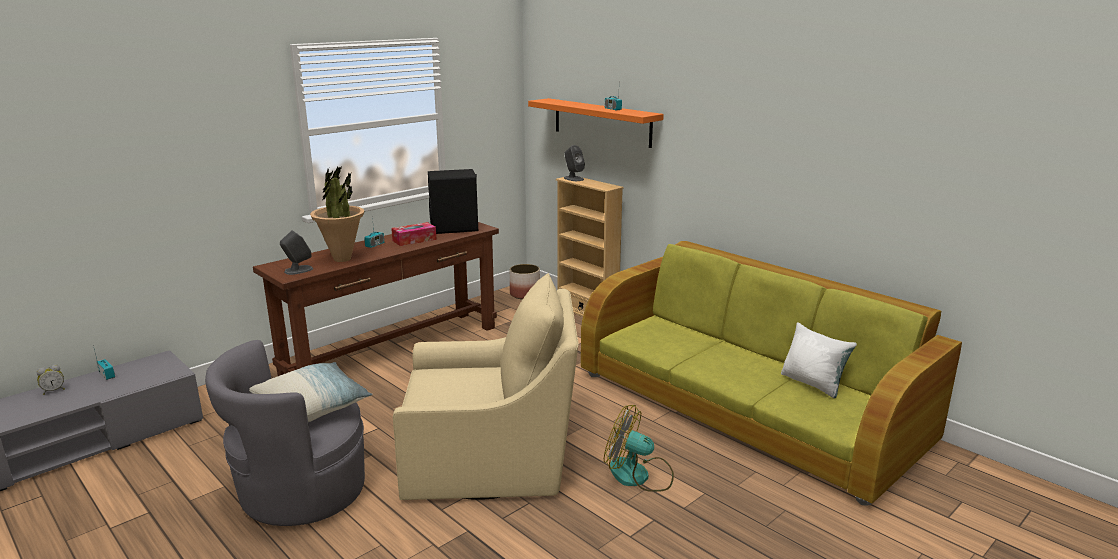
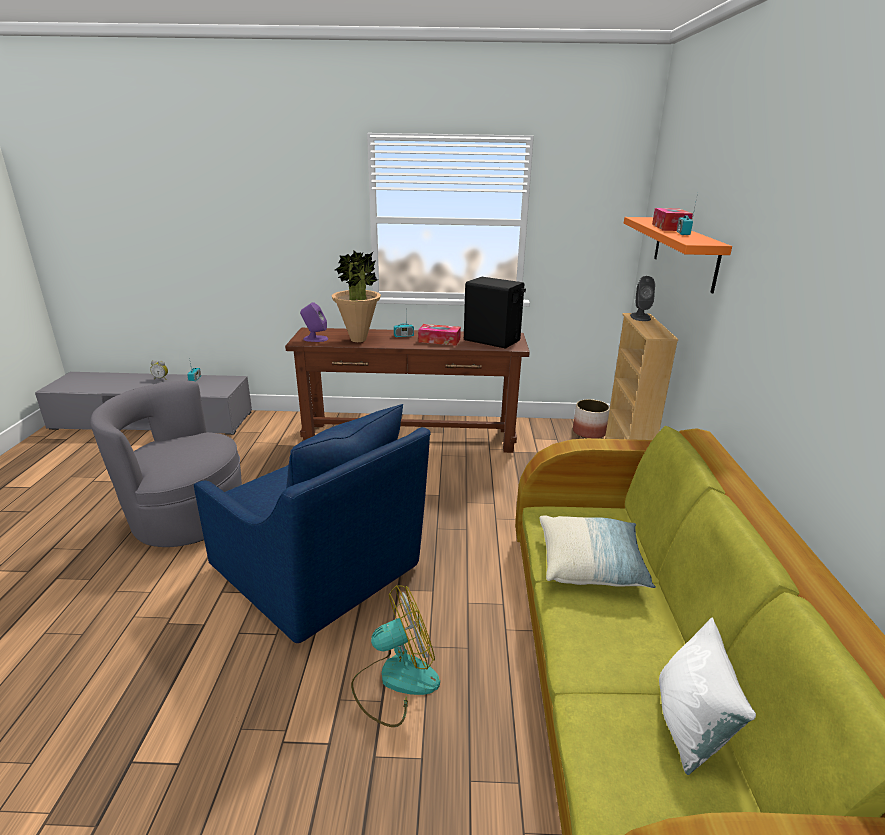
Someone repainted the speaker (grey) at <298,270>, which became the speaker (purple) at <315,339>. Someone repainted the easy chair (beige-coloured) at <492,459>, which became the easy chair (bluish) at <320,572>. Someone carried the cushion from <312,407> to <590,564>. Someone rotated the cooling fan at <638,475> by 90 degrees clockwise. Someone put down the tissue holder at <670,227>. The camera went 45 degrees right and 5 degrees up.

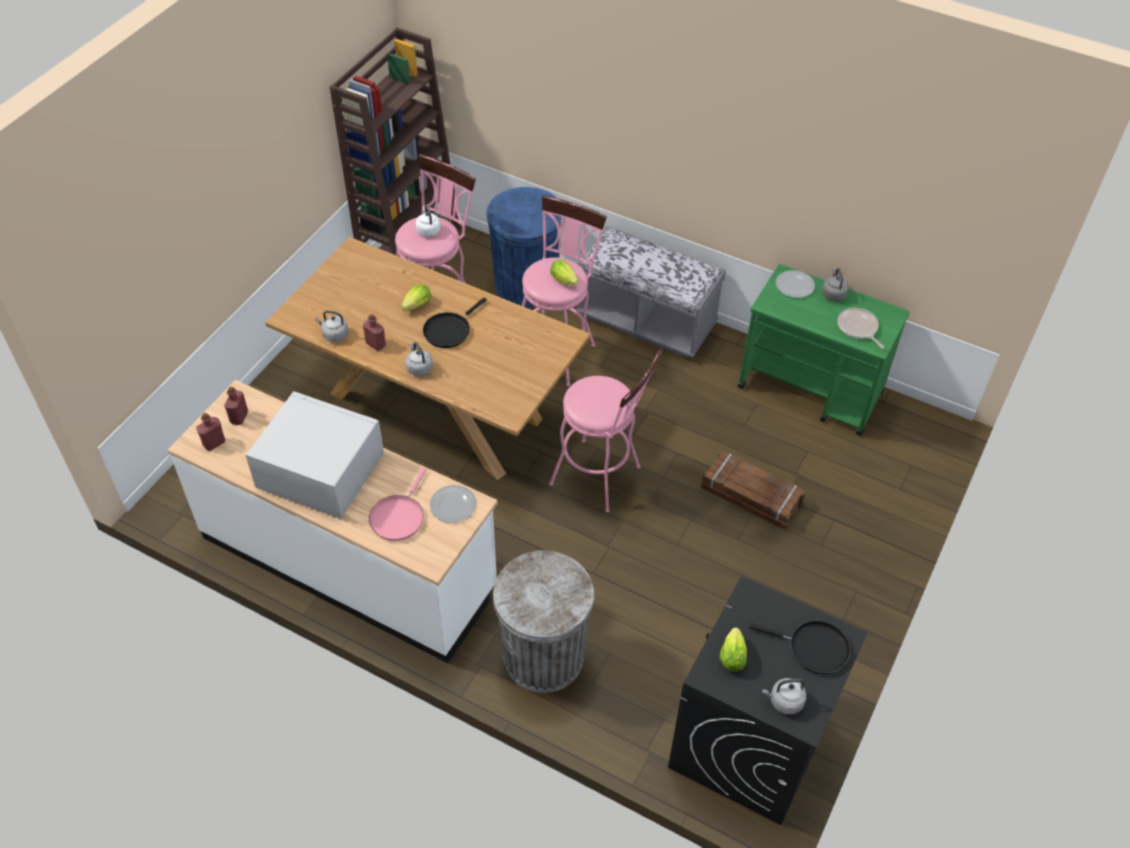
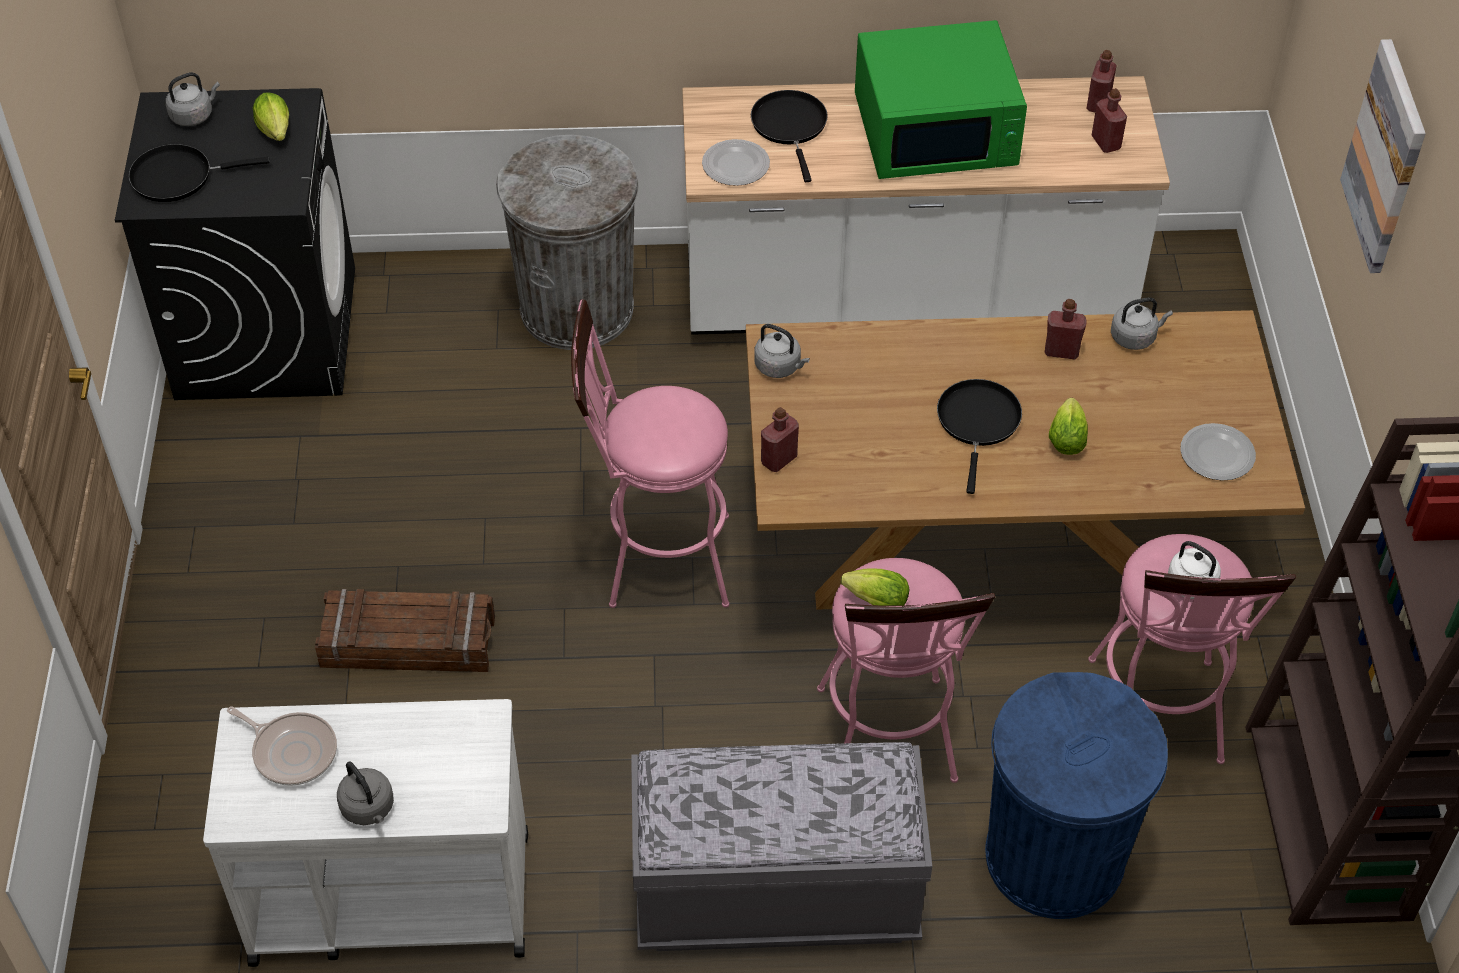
Someone repainted the wheeled cart (greenish) at <811,390>, which became the wheeled cart (whitish) at <389,897>. Someone carried the dinner plate from <795,285> to <1216,455>. Someone carried the water kettle (grey) from <419,368> to <780,367>. Someone repainted the microwave oven (whitish) at <319,471>, which became the microwave oven (greenish) at <937,131>. Someone repainted the frying pan (pink) at <398,516>, which became the frying pan (black) at <790,127>. Someone put up the wall art at <1386,157>. Someone put down the beverage bottle (red-coloured) at <779,459>. The camera went 150 degrees right and 0 degrees up.

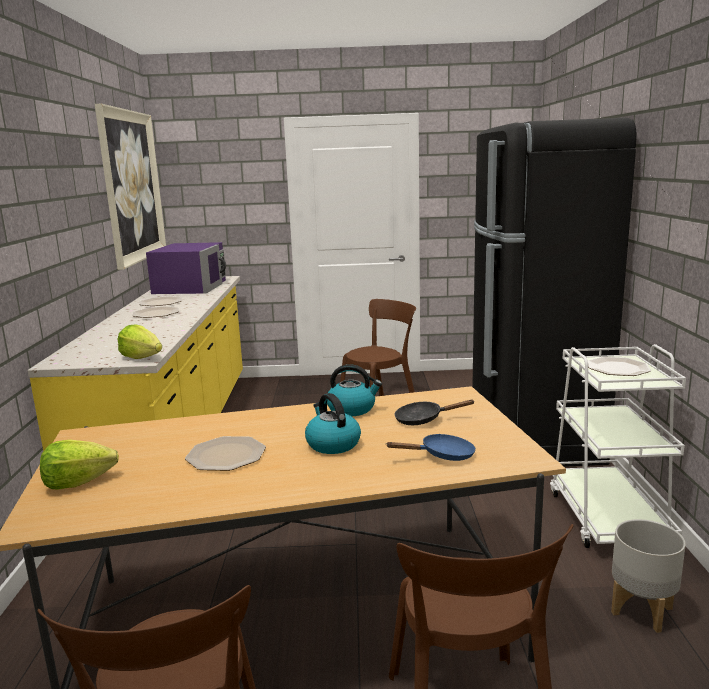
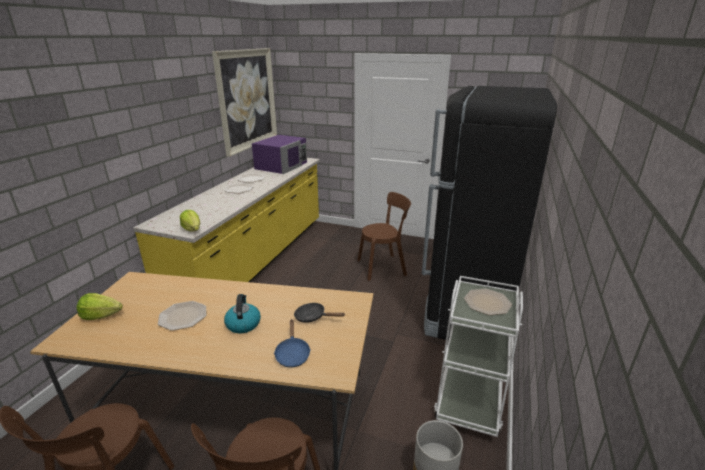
Someone took away the water kettle at <352,409>. Someone rotated the frying pan (bluish) at <442,455> by 75 degrees clockwise. The camera went 20 degrees right and 10 degrees up.

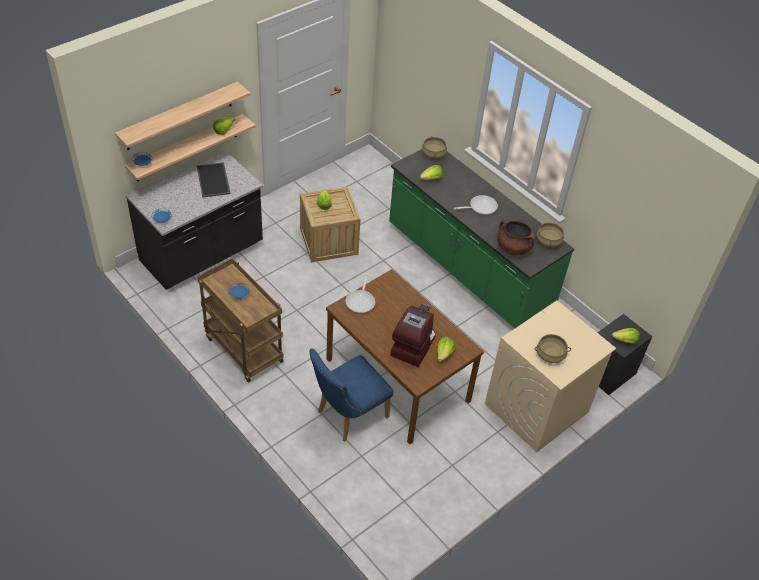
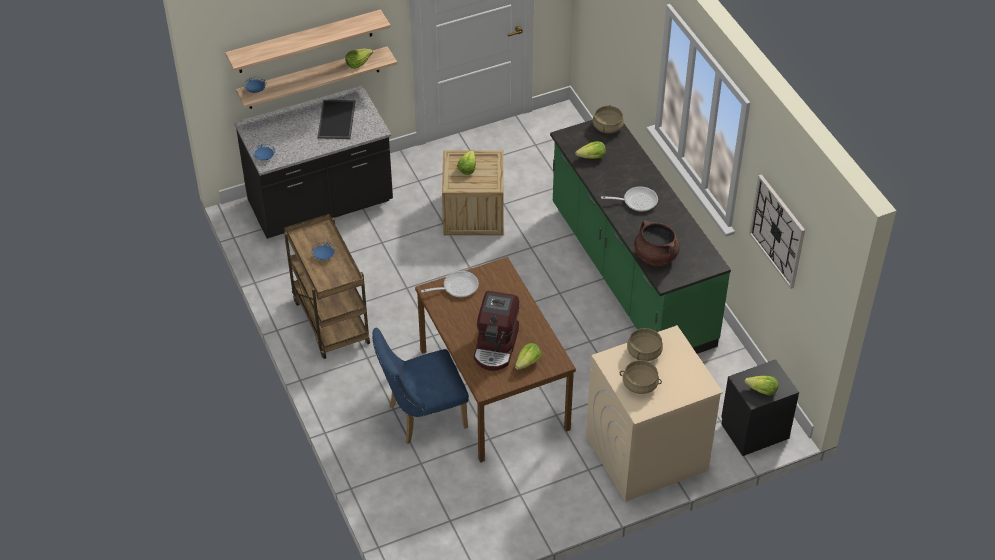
Someone carried the saucepot (beige-coloured) from <549,241> to <644,352>. Someone rotated the frying pan at <361,301> by 135 degrees counterclockwise. Someone rotated the coffee maker at <413,345> by 150 degrees clockwise. Someone put up the hanging clock at <777,231>. The camera went 20 degrees right and 0 degrees up.

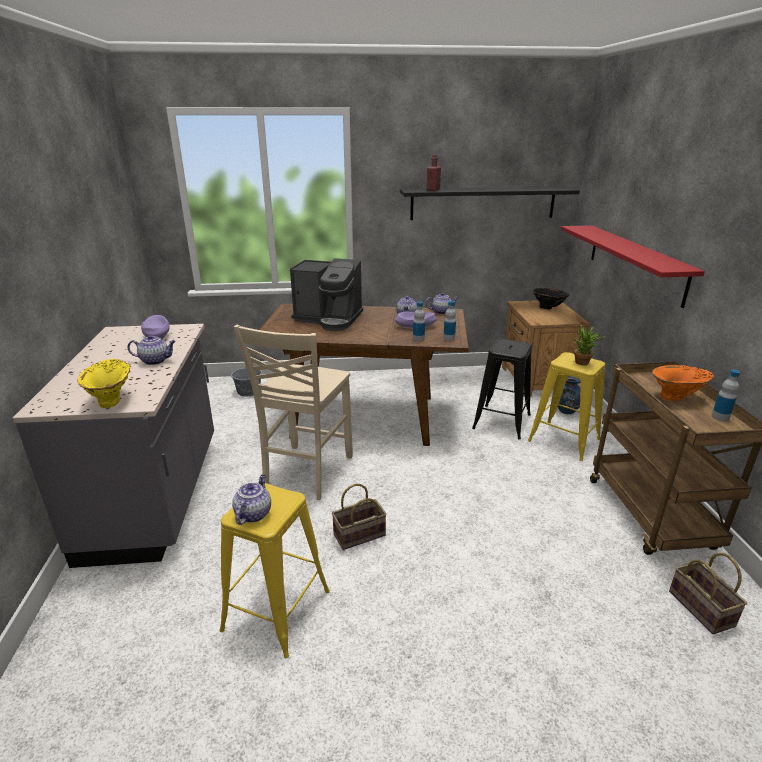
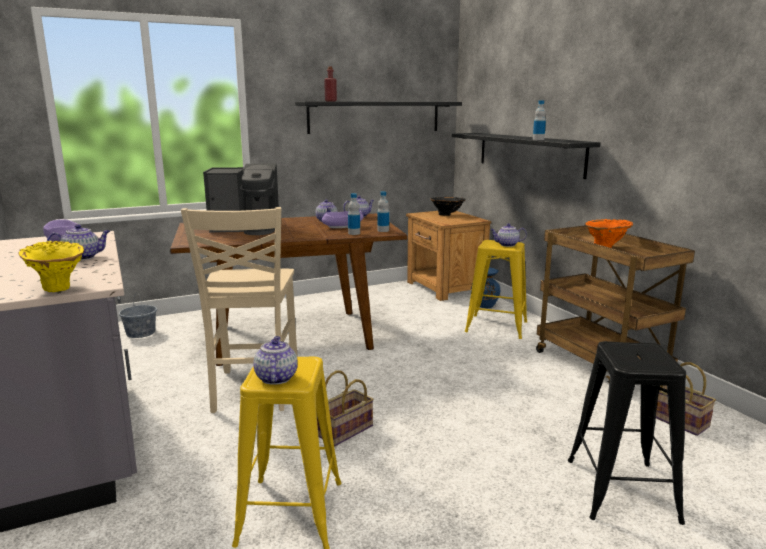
Someone repainted the wall shelf (red-coloured) at <635,262>, which became the wall shelf (black) at <529,153>. Someone swapped the plant in a pot at <583,364> for the tea pot at <507,245>. Someone carried the sitting stool (black) from <501,421> to <621,490>. Someone carried the beverage bottle from <720,417> to <538,139>. The camera went 20 degrees left and 10 degrees down.

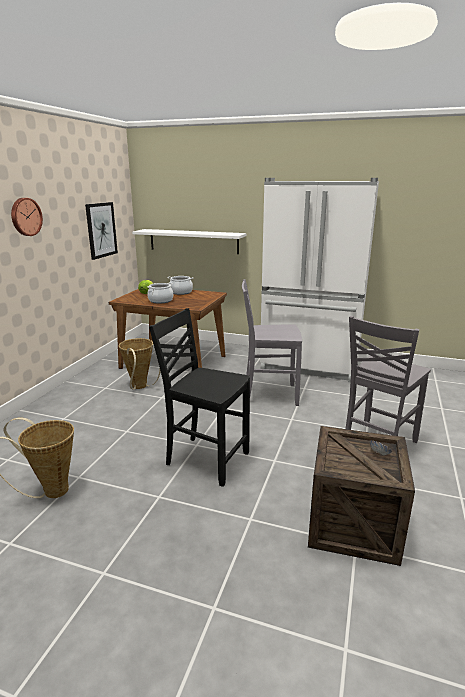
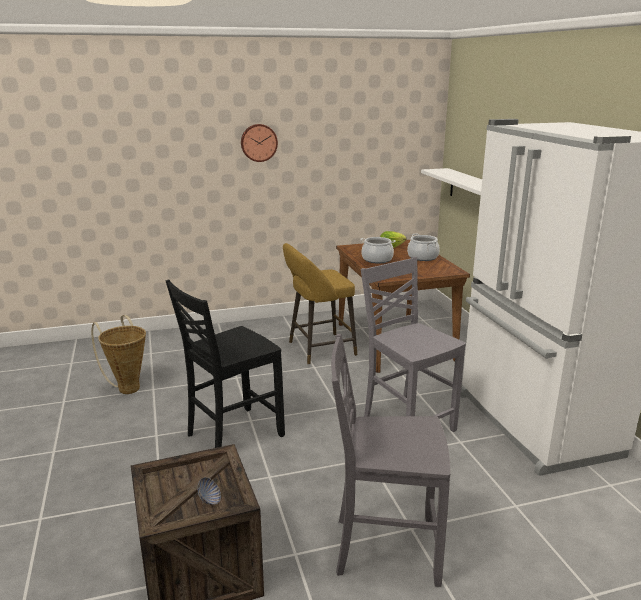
Someone took away the wall art at <101,230>. Someone rotated the plain chair (black) at <206,459> by 120 degrees counterclockwise. Someone swapped the basket at <140,387> for the sitting stool (yellow) at <318,349>. The camera went 55 degrees right and 0 degrees up.

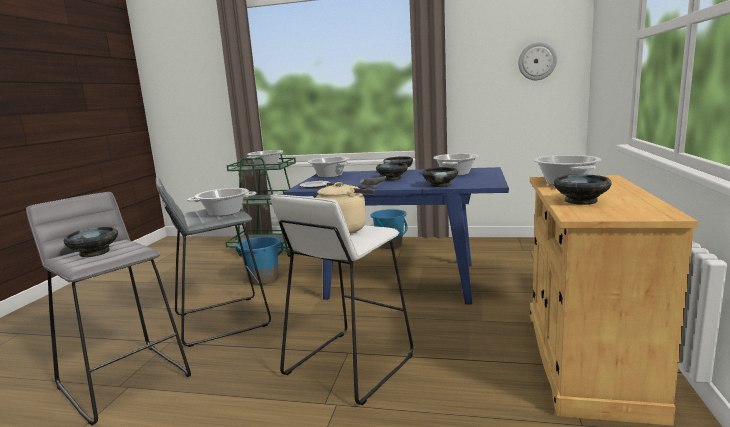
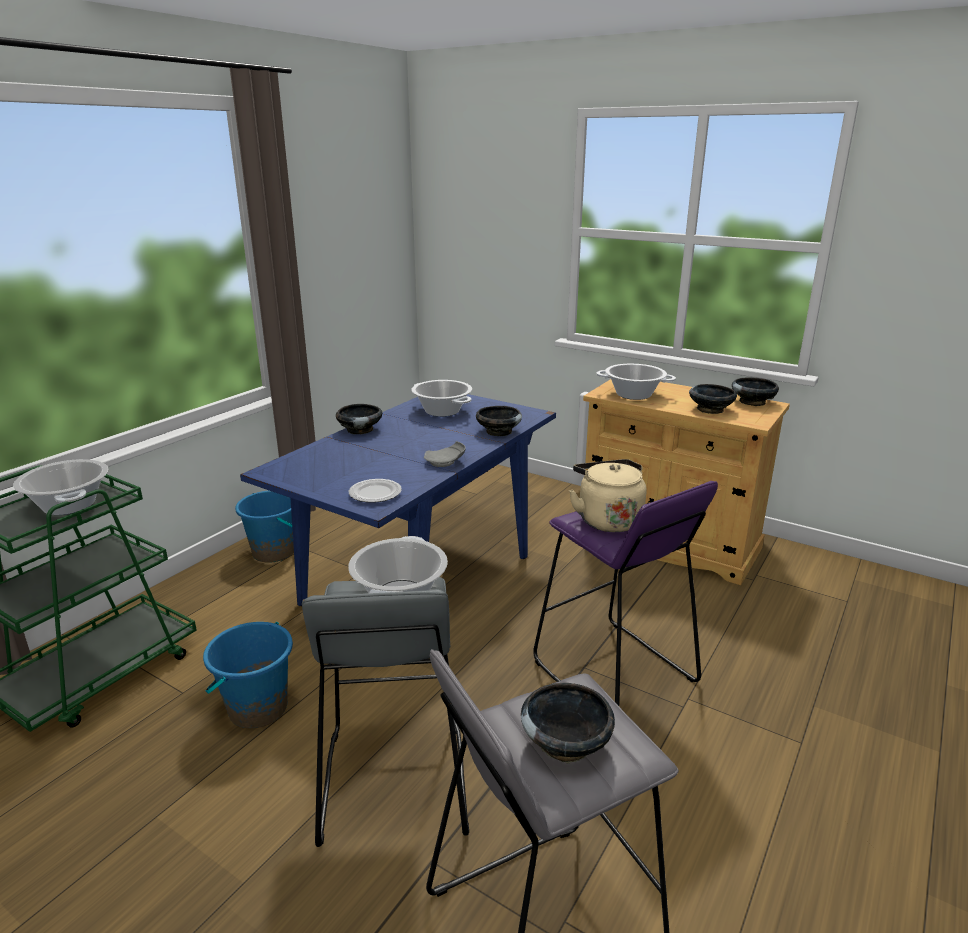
Someone took away the hanging clock at <537,61>. Someone took away the saucepot at <330,175>. Someone carried the serving bowl (black) from <392,179> to <753,402>. Someone repainted the sitting stool (whitish) at <348,365>, which became the sitting stool (purple) at <613,673>. The camera went 70 degrees left and 10 degrees up.

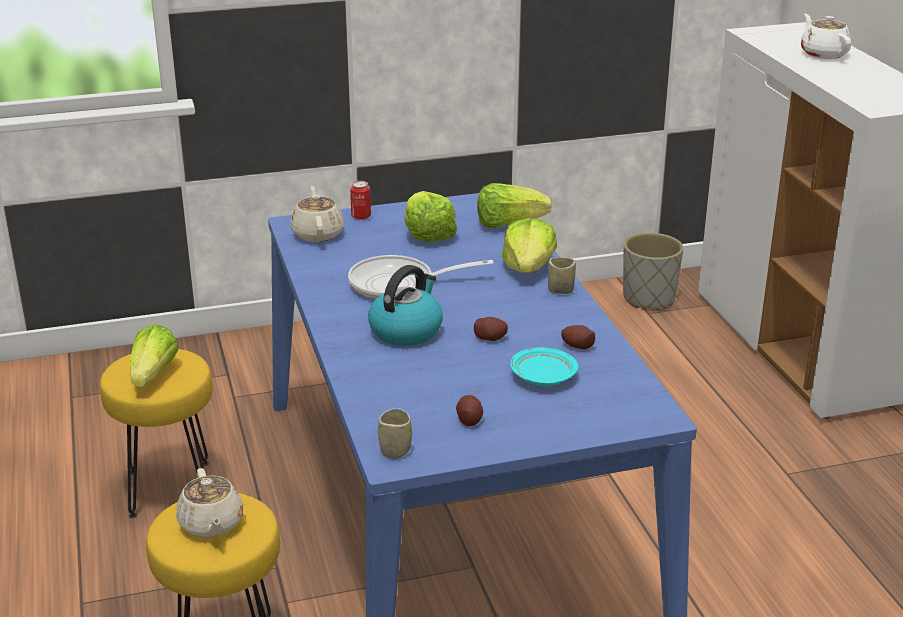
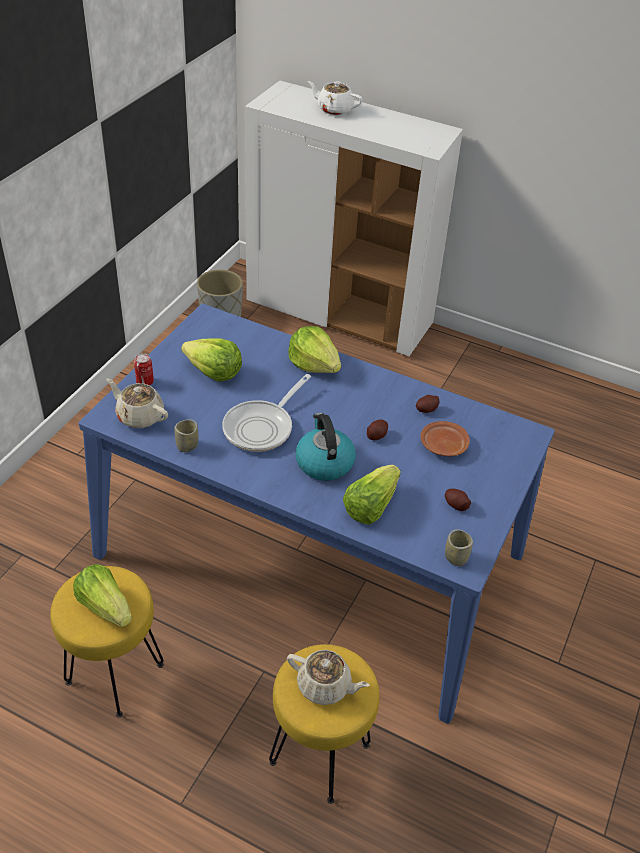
Someone carried the head of lettuce from <508,224> to <370,506>. Someone carried the cup from <560,290> to <187,446>. Someone repainted the dinner plate (blue-green) at <542,377>, which became the dinner plate (brown-coloured) at <443,445>. The camera went 50 degrees left and 15 degrees up.

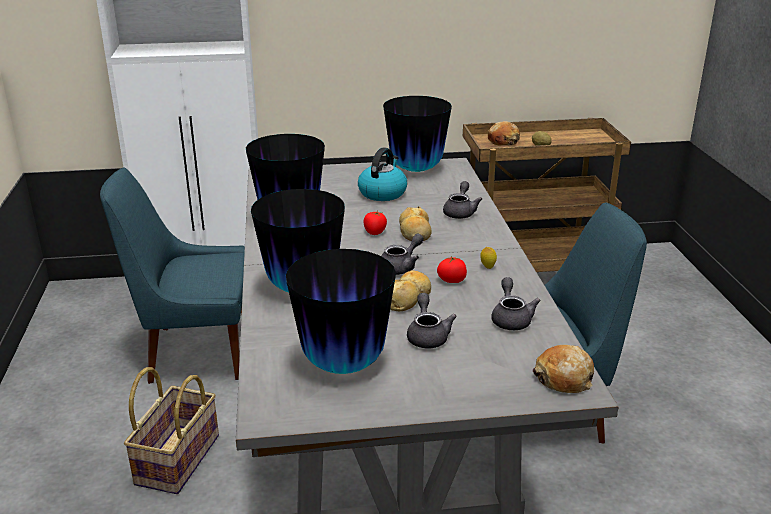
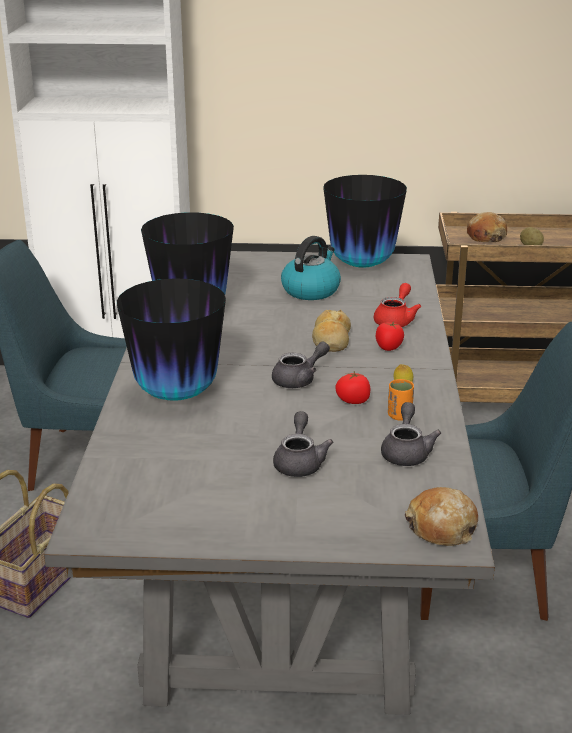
Someone repainted the tea pot (grey) at <460,212>, which became the tea pot (red-coloured) at <395,320>. Someone carried the fresh tomato from <374,232> to <388,347>. Someone took away the vase at <343,364>. Someone took away the bread at <407,298>. Someone put down the cup (orange-coloured) at <399,416>. The camera went 10 degrees right and 0 degrees up.

